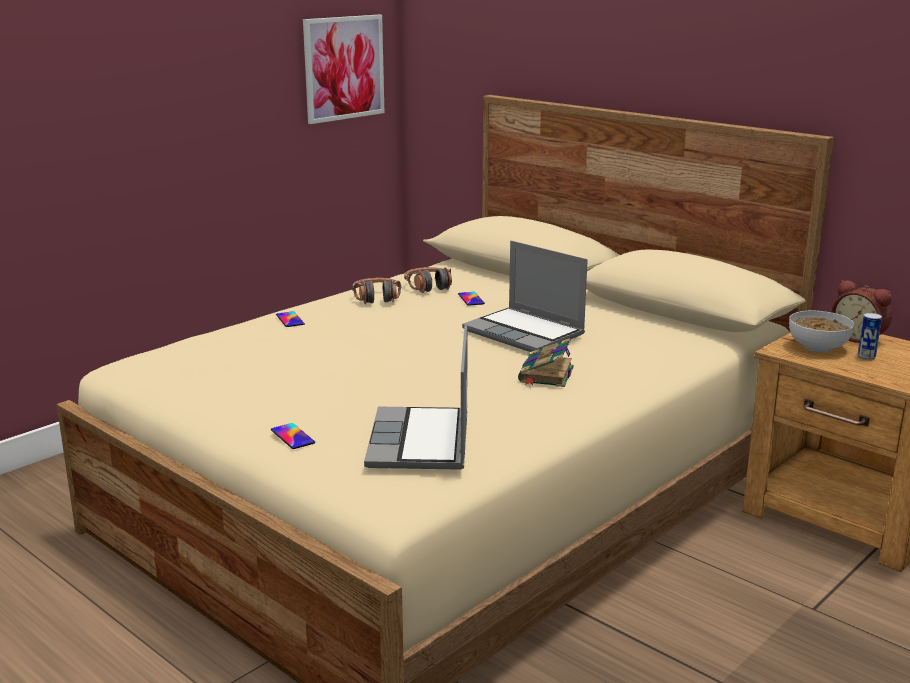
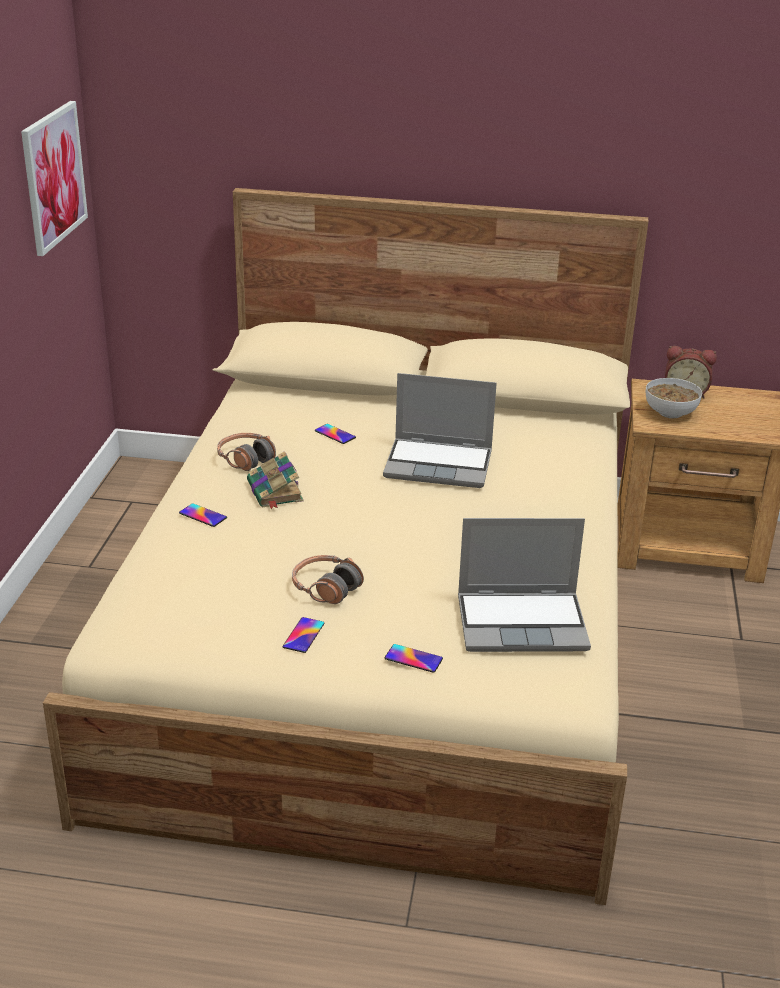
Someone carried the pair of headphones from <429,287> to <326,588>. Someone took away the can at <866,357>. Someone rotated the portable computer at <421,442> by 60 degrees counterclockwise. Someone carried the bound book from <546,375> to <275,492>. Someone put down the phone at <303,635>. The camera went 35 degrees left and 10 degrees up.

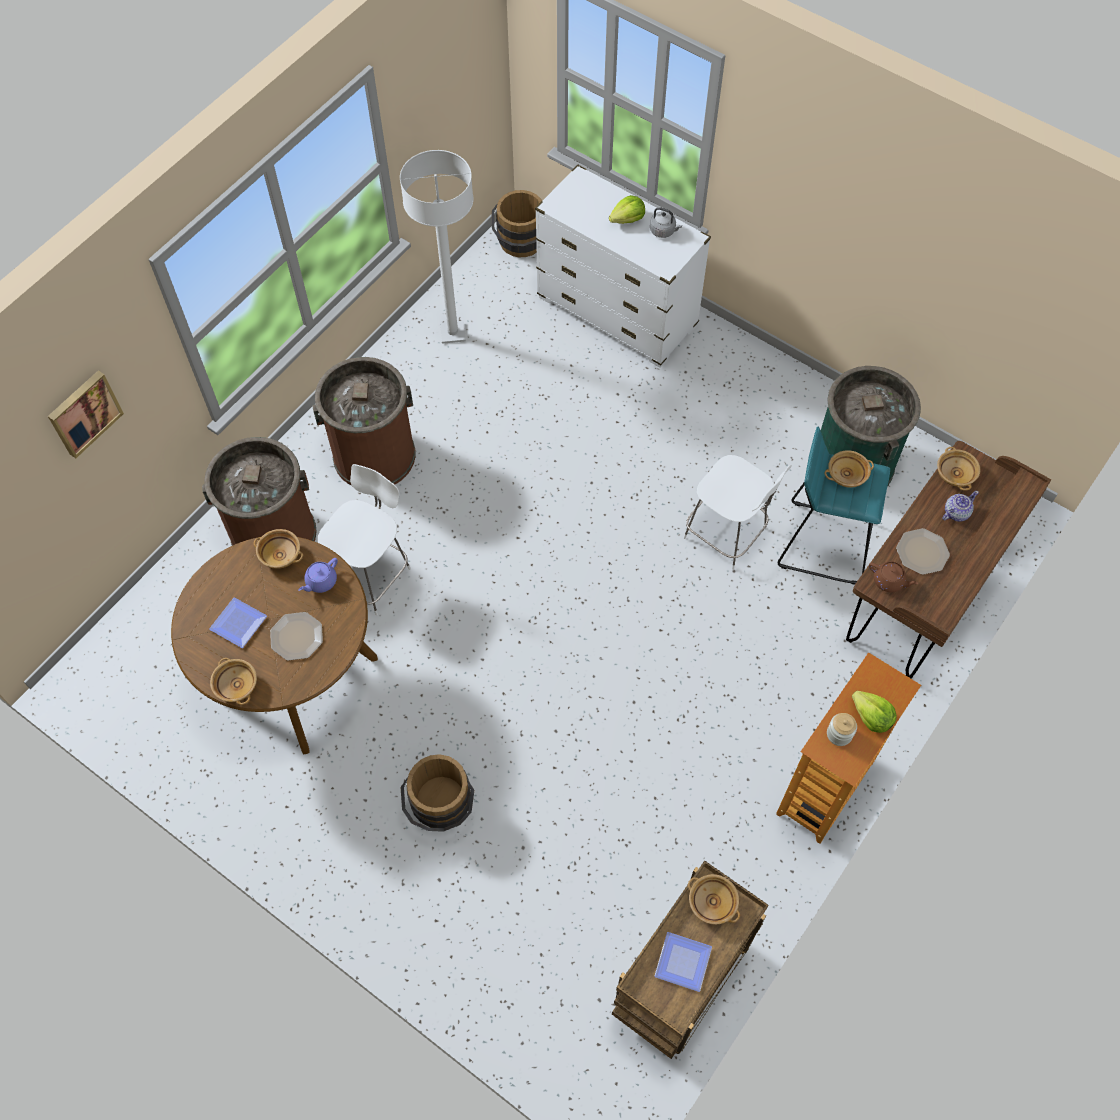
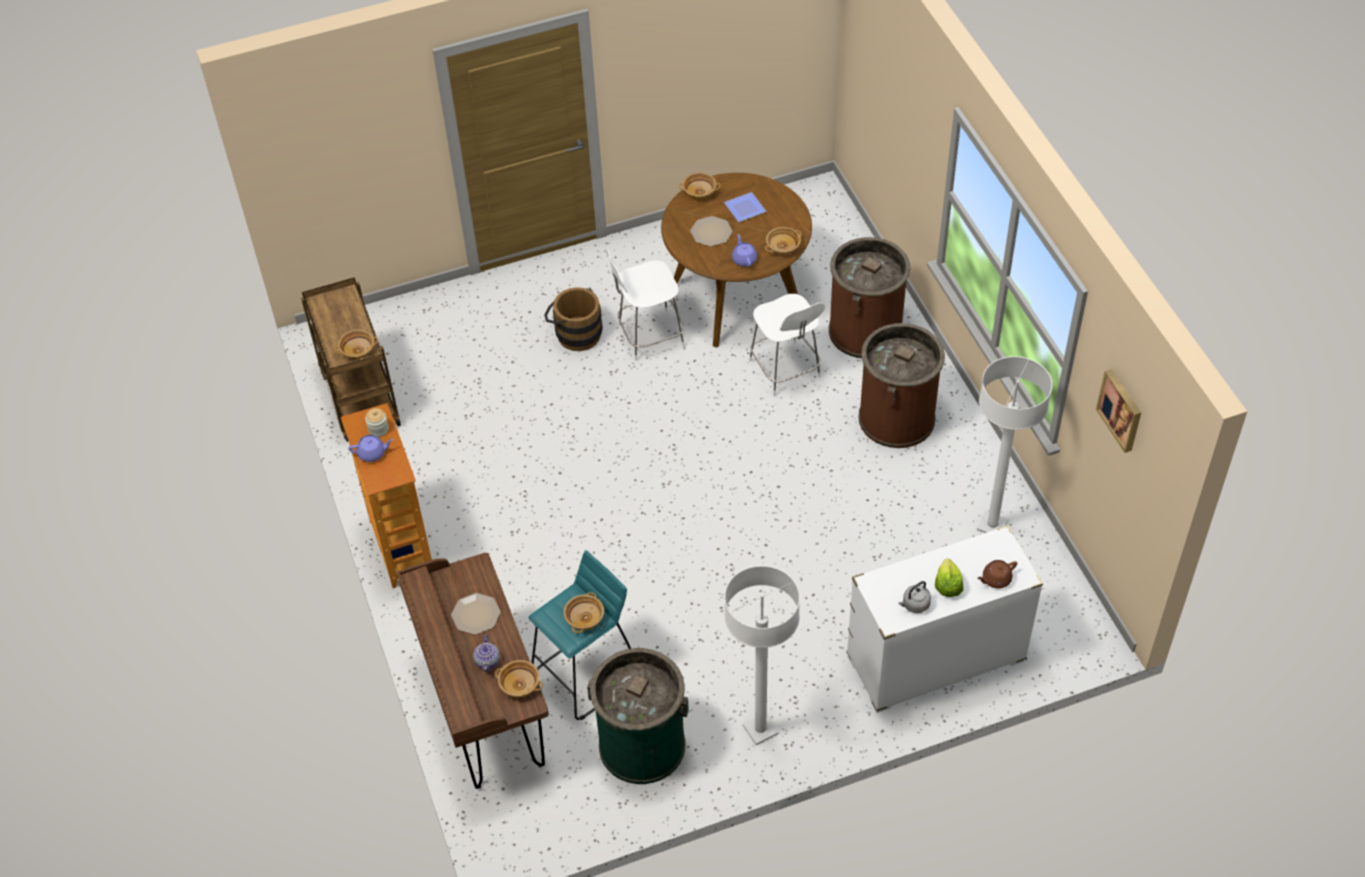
Someone took away the bucket (brown-coloured) at <521,244>. Someone carried the wall art from <83,412> to <1121,410>. Someone carried the plain chair (whitish) from <727,535> to <648,336>. Someone carried the tea pot (brown-coloured) from <889,581> to <996,579>. Someone swapped the head of lettuce at <871,717> for the tea pot (purple) at <372,453>. Someone took away the dinner plate at <681,963>. Someone put down the standard lamp (whitish) at <760,729>. The camera went 125 degrees right and 10 degrees down.

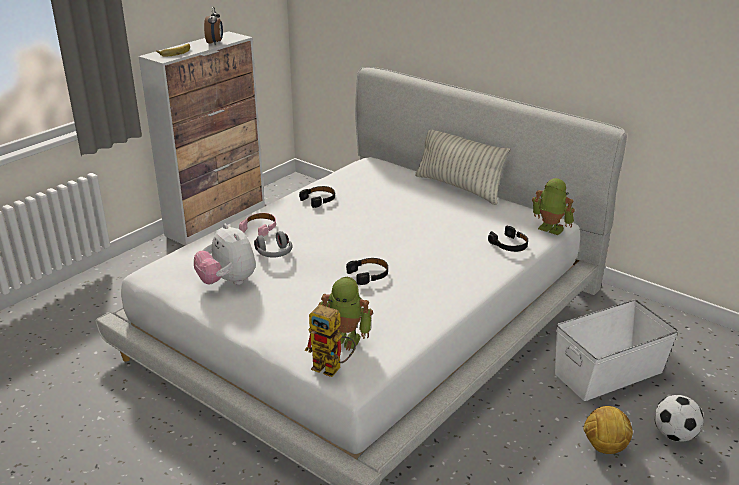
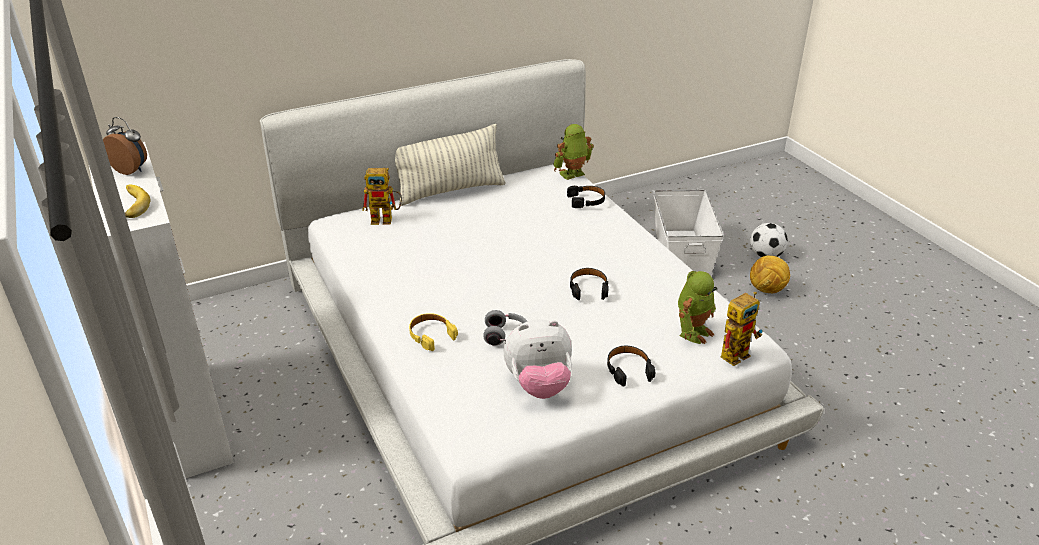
Someone carried the pair of headphones (black) from <319,200> to <628,369>. Someone repainted the pair of headphones (pink) at <259,228>, which became the pair of headphones (yellow) at <431,335>. Someone put down the toy robot at <386,219>. The camera went 65 degrees left and 5 degrees up.

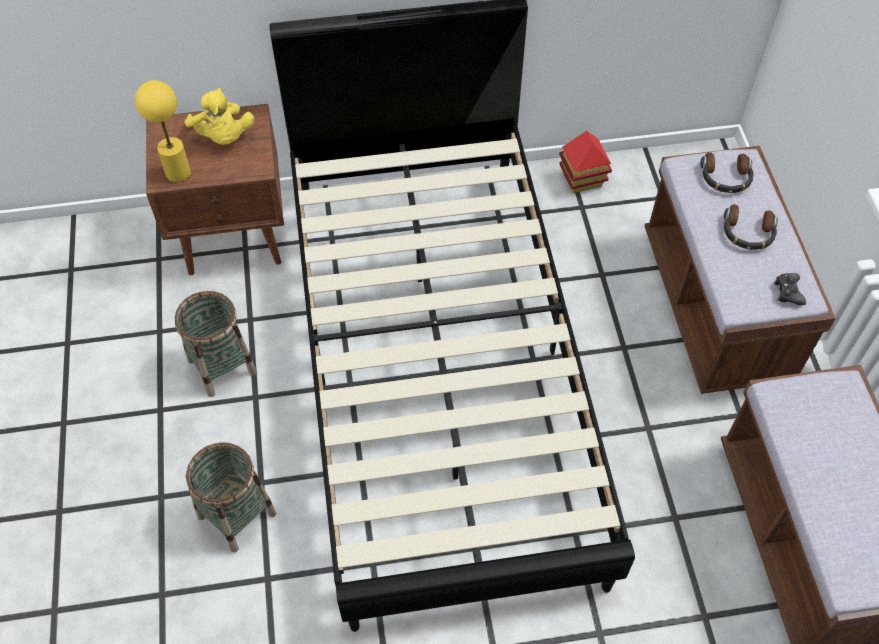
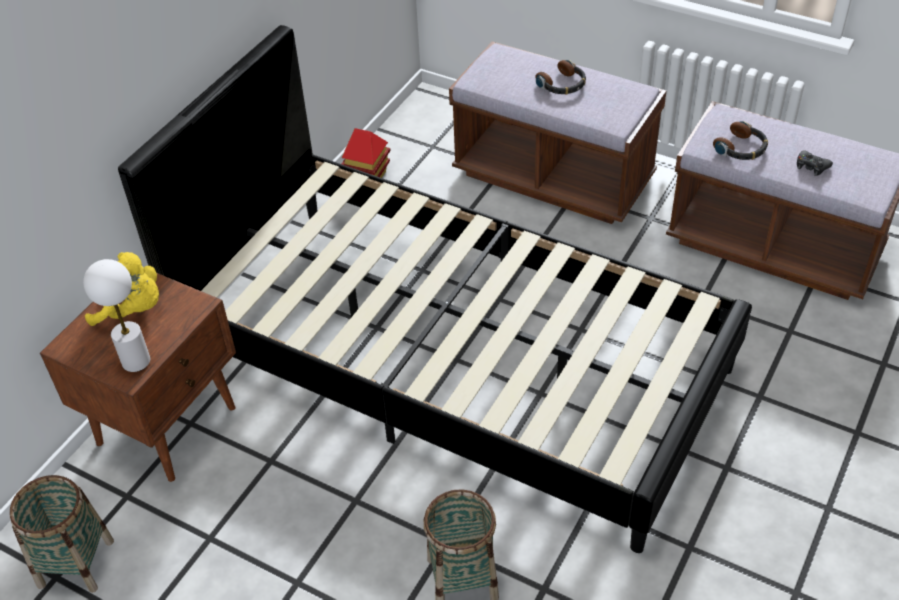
Someone repainted the tabletop lamp (yellow) at <178,173>, which became the tabletop lamp (whitish) at <136,361>. Someone carried the pair of headphones from <725,178> to <741,148>. Someone carried the joypad (black) from <788,292> to <811,166>. Someone carried the basket from <222,366> to <76,563>. The camera went 50 degrees left and 10 degrees down.

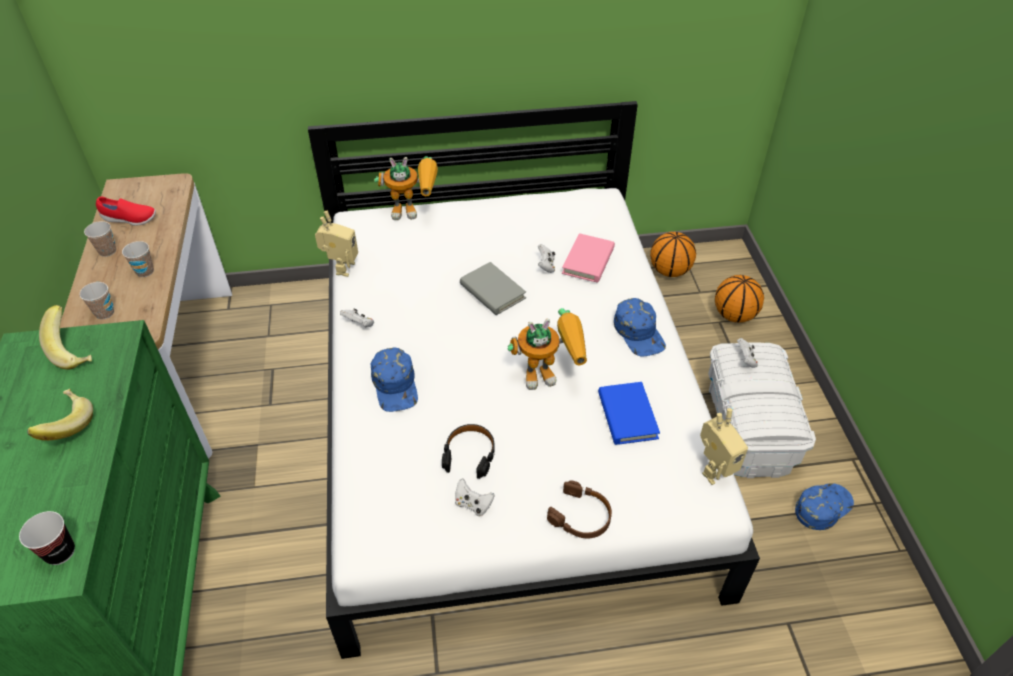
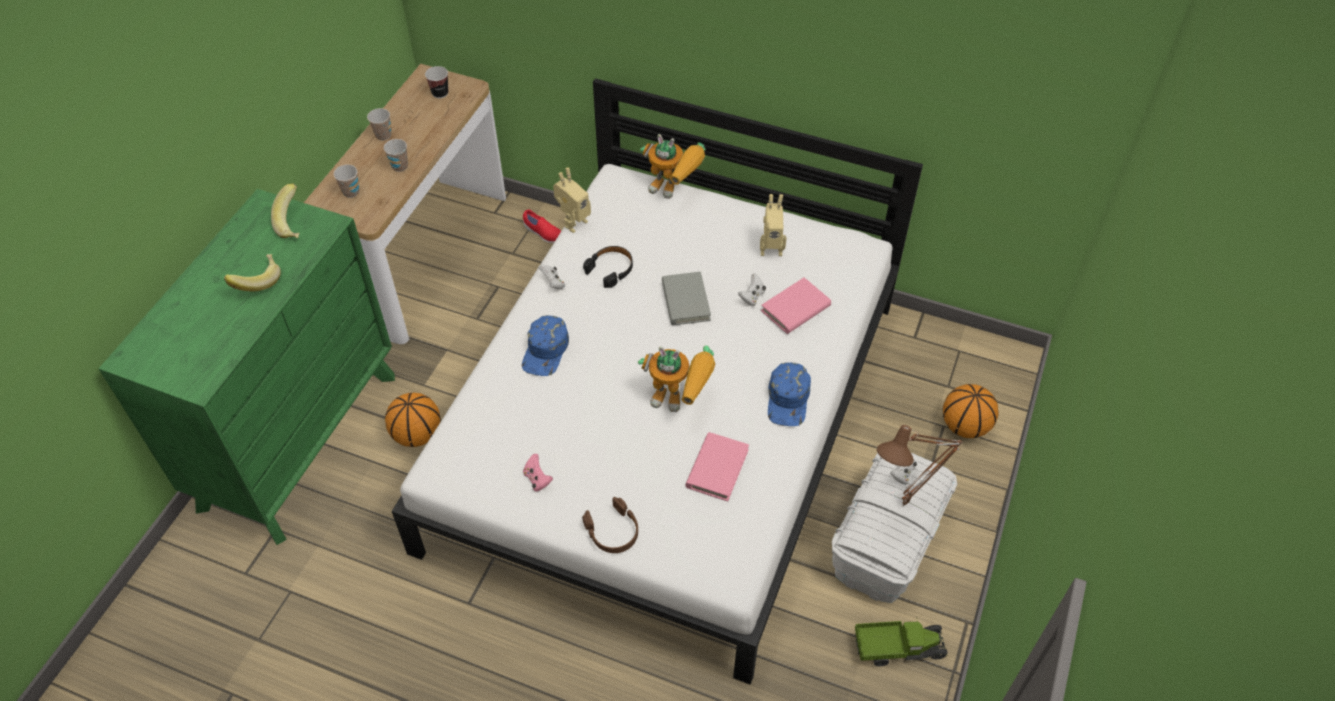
Someone carried the low shoe (red-coloured) from <129,219> to <543,234>. Someone carried the ball for basketball from <669,271> to <417,434>. Someone repainted the bound book (bluish) at <627,415>, which became the bound book (pink) at <717,468>. Someone carried the toy robot from <713,469> to <771,248>. Someone carried the pair of headphones (black) from <469,454> to <611,269>. Someone repainted the joypad (whitish) at <473,504>, which became the joypad (pink) at <537,479>. Someone swapped the peaked cap (bluish) at <822,506> for the toy truck at <897,648>. Someone carried the cup from <60,552> to <440,93>. Someone put down the tabletop lamp (brown-coloured) at <906,507>. The camera went 30 degrees right and 5 degrees up.

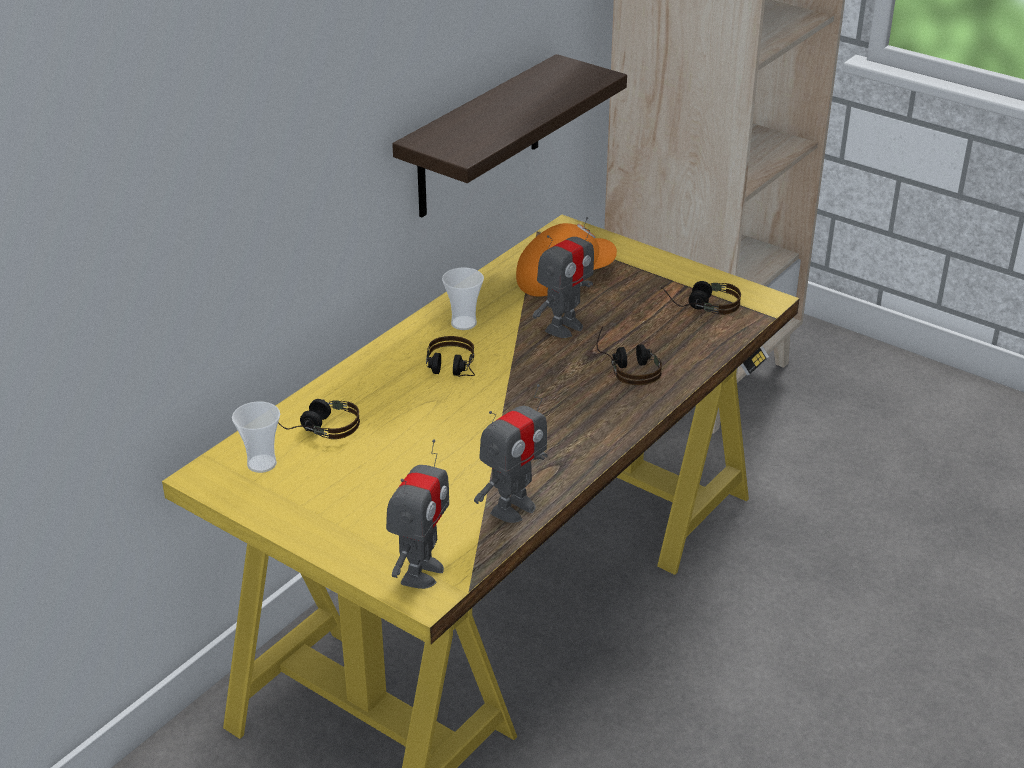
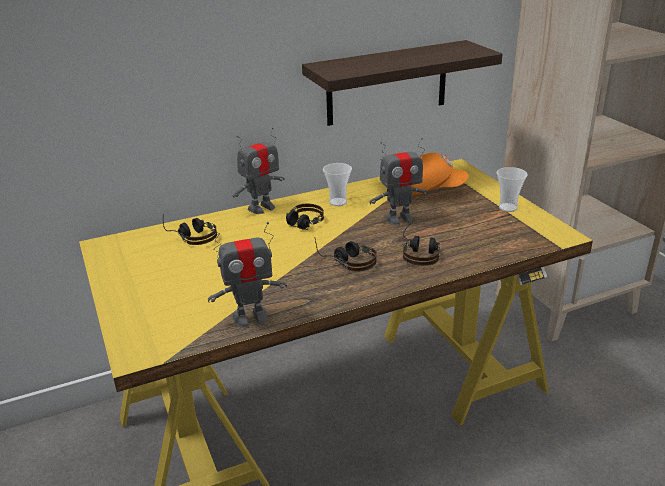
Someone carried the pair of headphones from <700,305> to <345,260>. Someone carried the cup from <262,464> to <508,207>. Someone carried the toy robot from <421,572> to <261,208>. The camera went 30 degrees right and 5 degrees down.

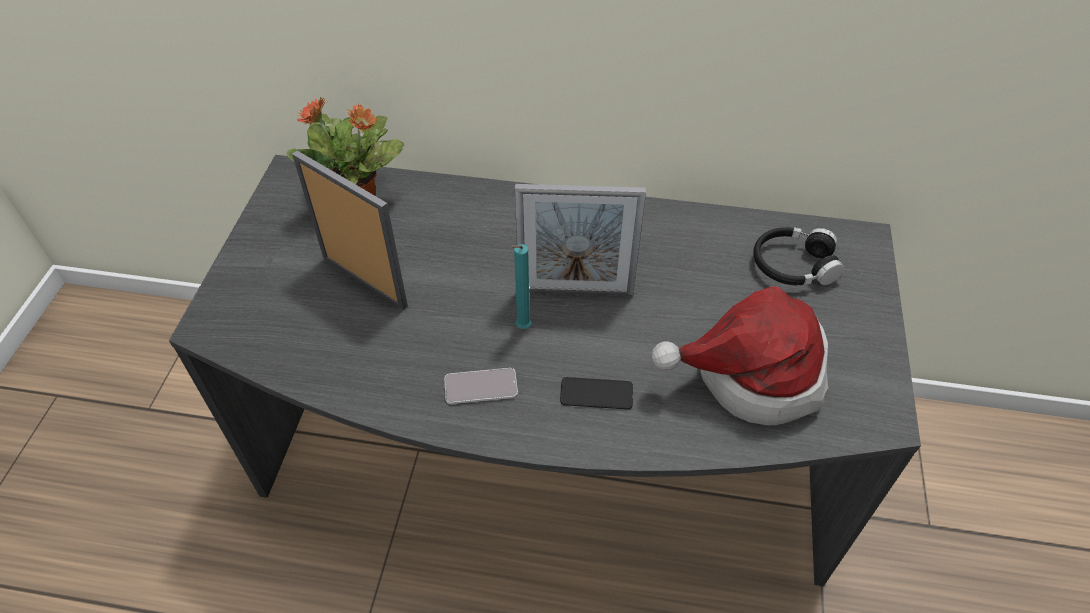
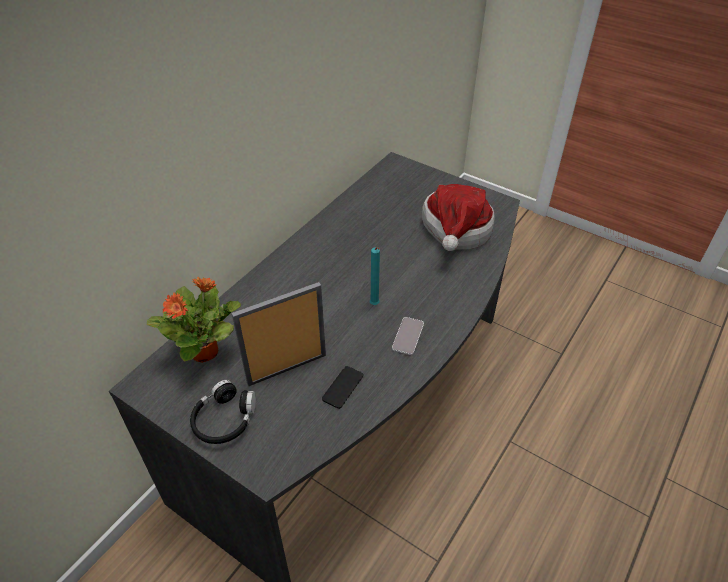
Someone took away the standing frame at <575,292>. Someone carried the pair of headphones (black) from <793,265> to <225,419>. Someone carried the phone from <596,394> to <343,387>. The camera went 65 degrees left and 5 degrees down.

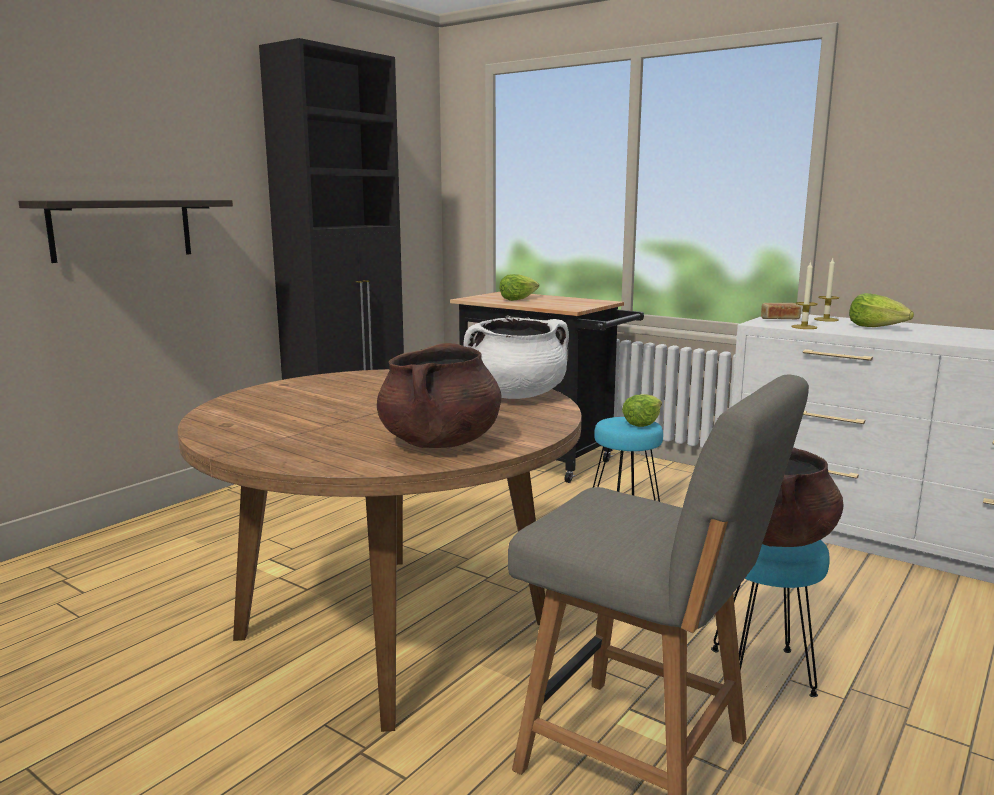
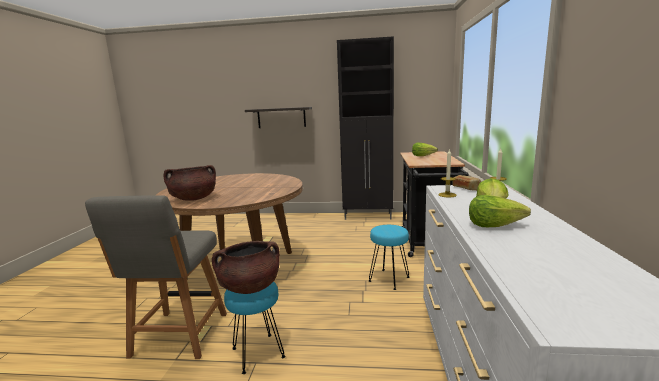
Someone took away the saucepot (whitish) at <515,396>. Someone carried the head of lettuce from <642,423> to <494,225>. The camera went 60 degrees right and 0 degrees up.

